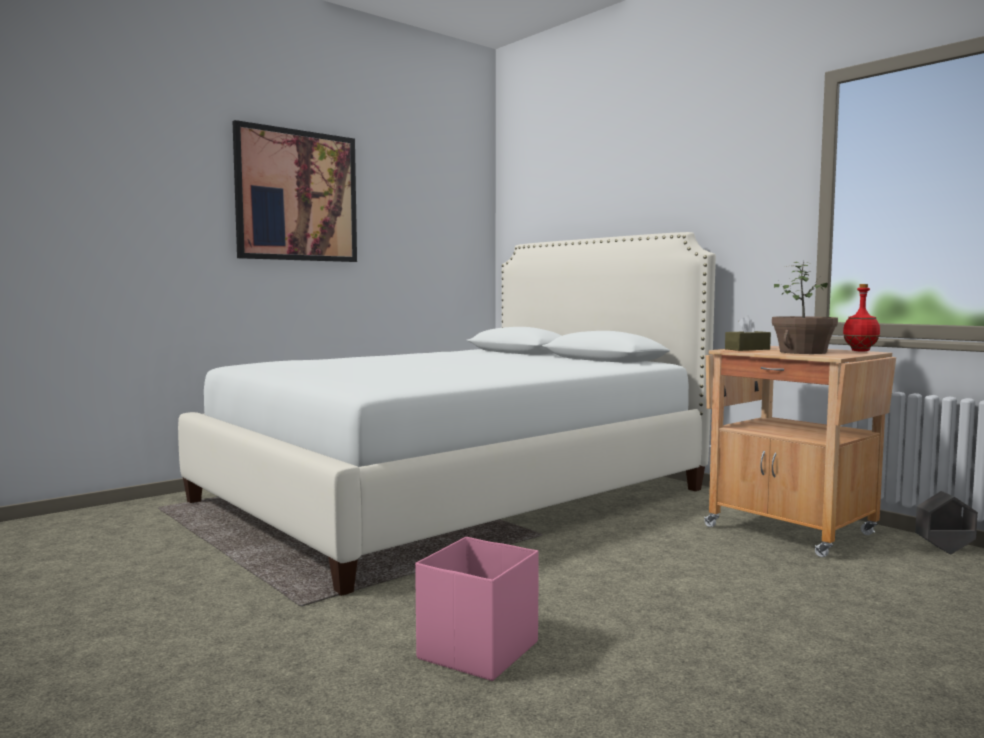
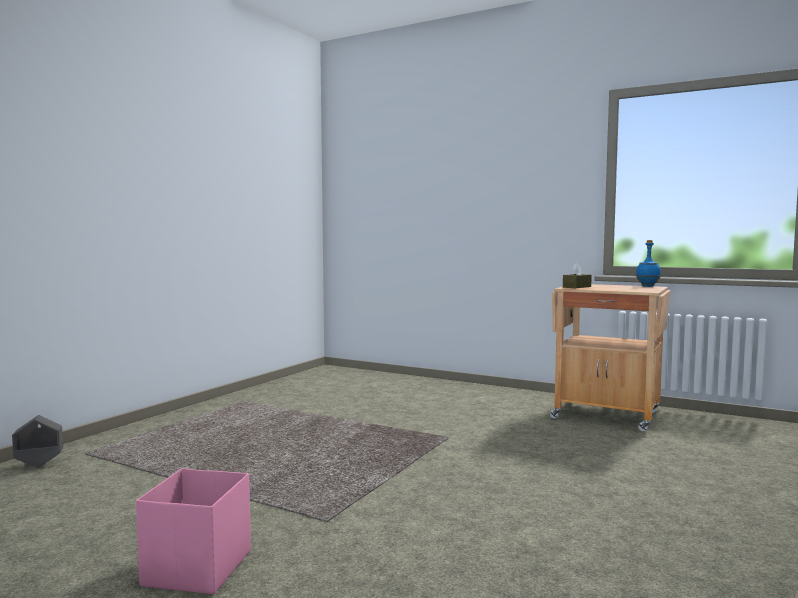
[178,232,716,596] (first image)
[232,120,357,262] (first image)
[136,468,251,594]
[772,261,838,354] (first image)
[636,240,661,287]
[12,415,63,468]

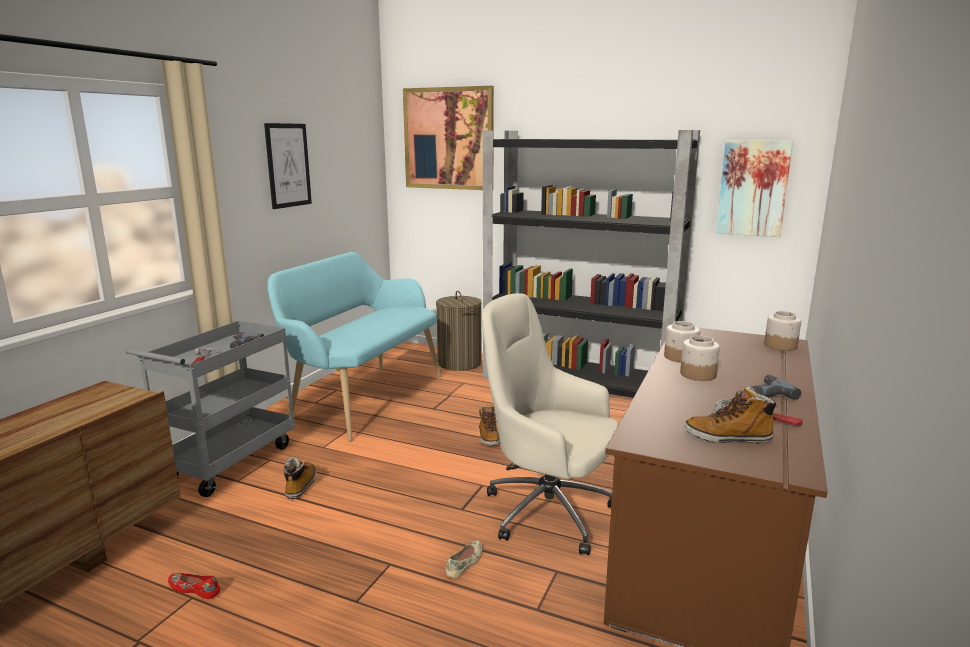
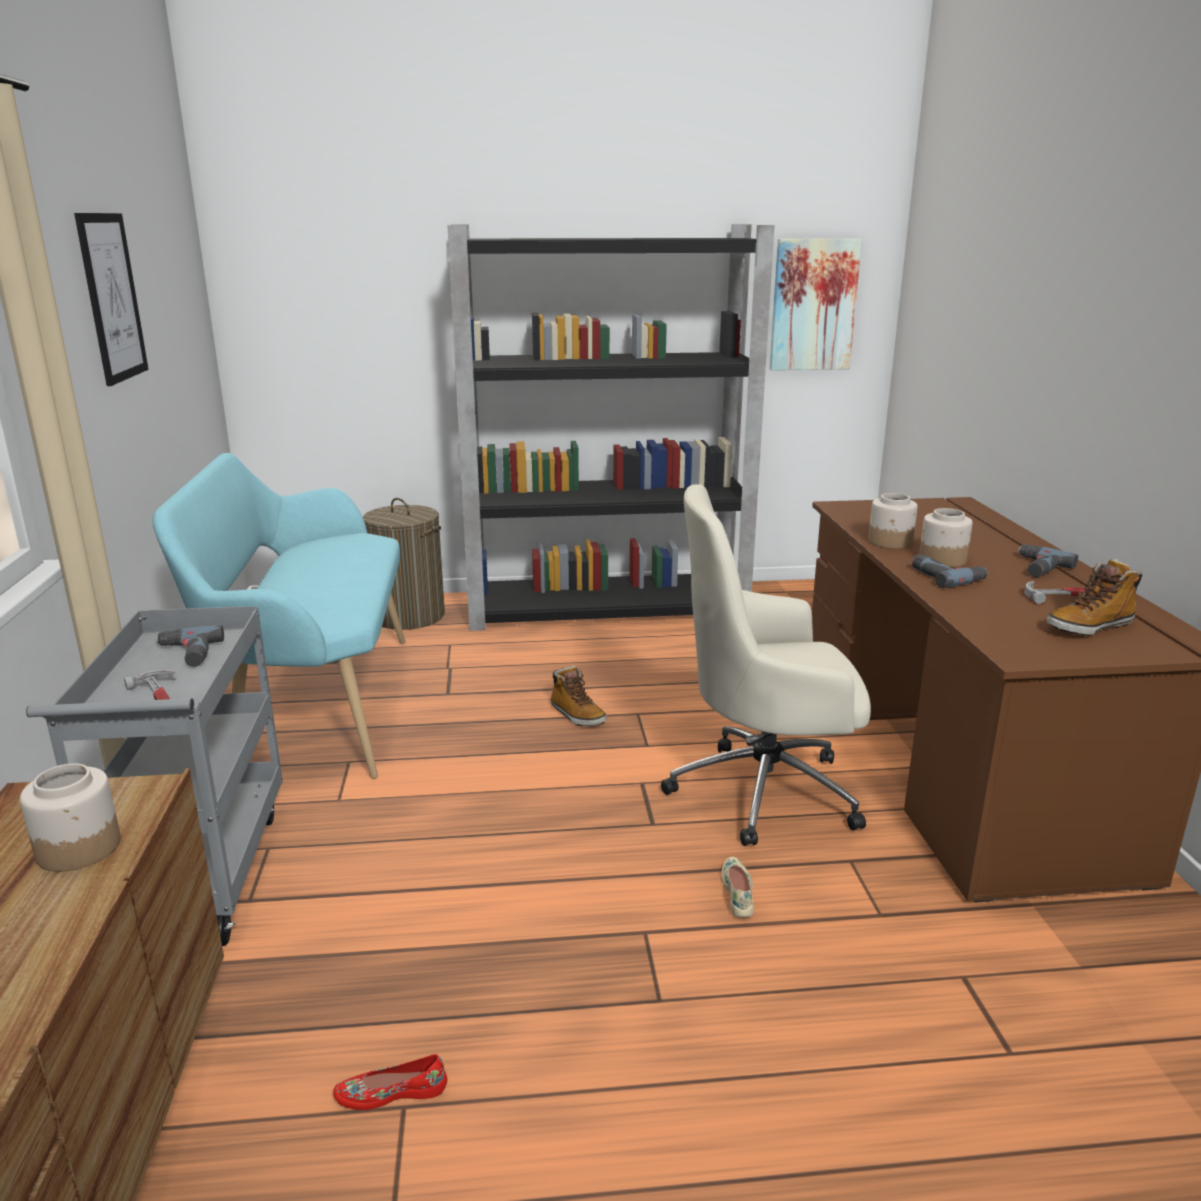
[284,456,317,499] (first image)
[403,86,494,190] (first image)
[20,763,120,872]
[912,554,988,588]

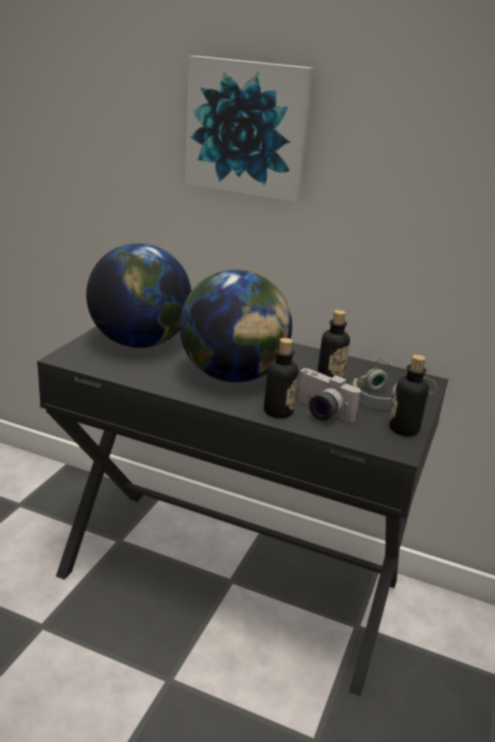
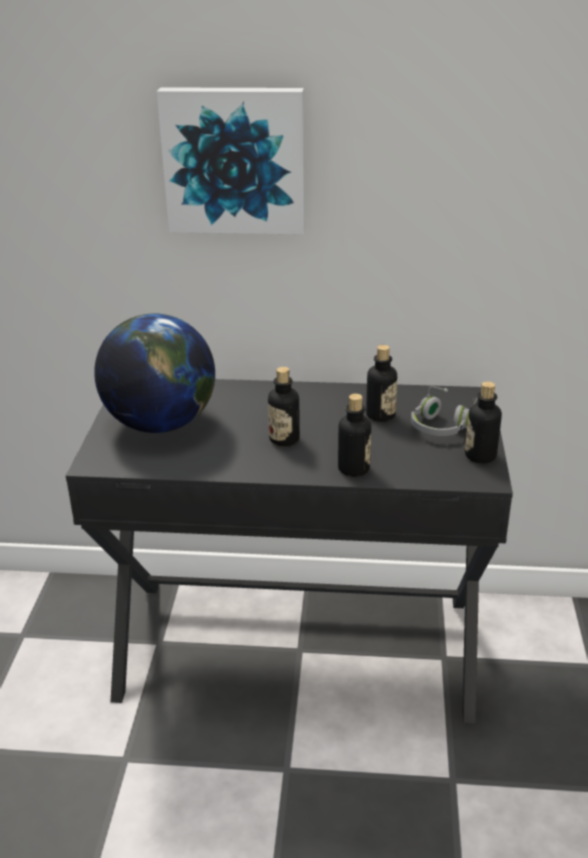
[268,367,300,446]
[297,368,361,422] (first image)

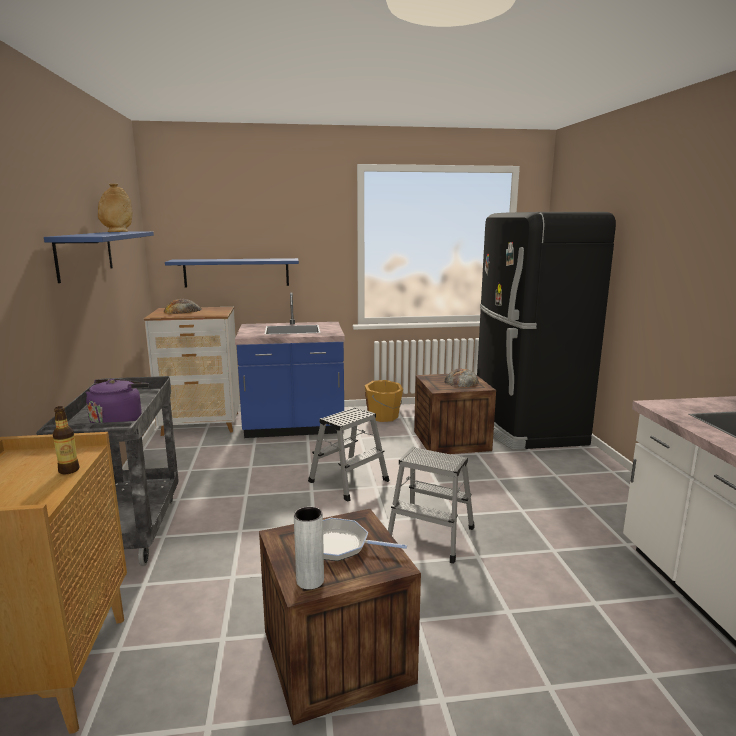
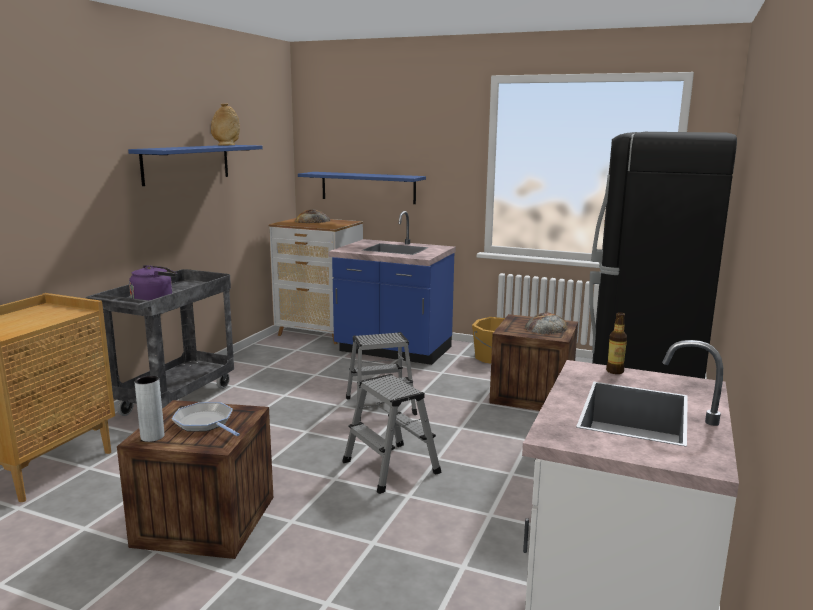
[606,312,627,374]

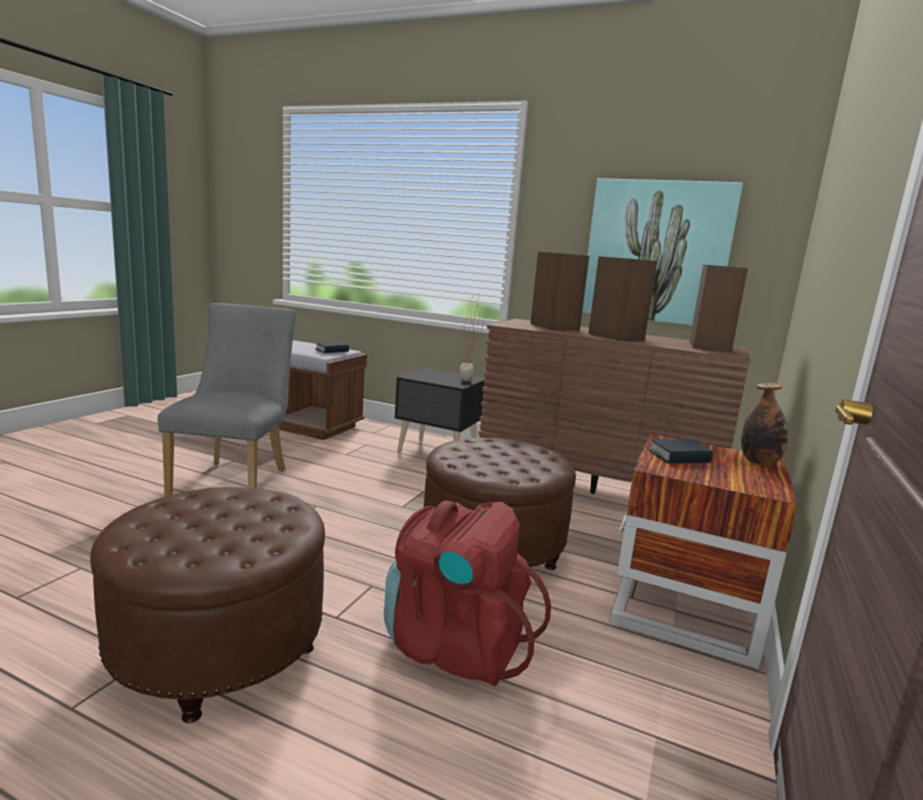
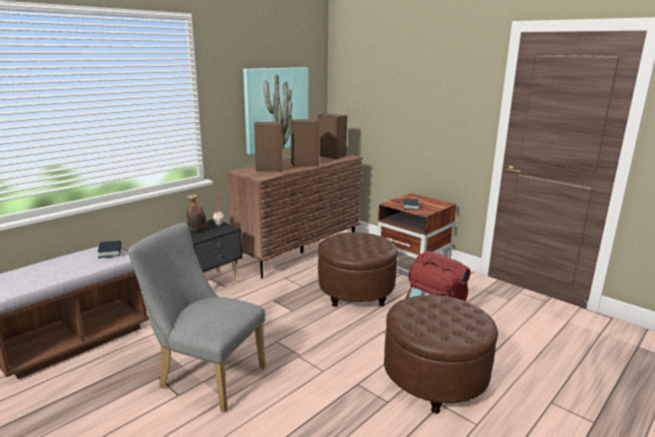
[186,194,206,231]

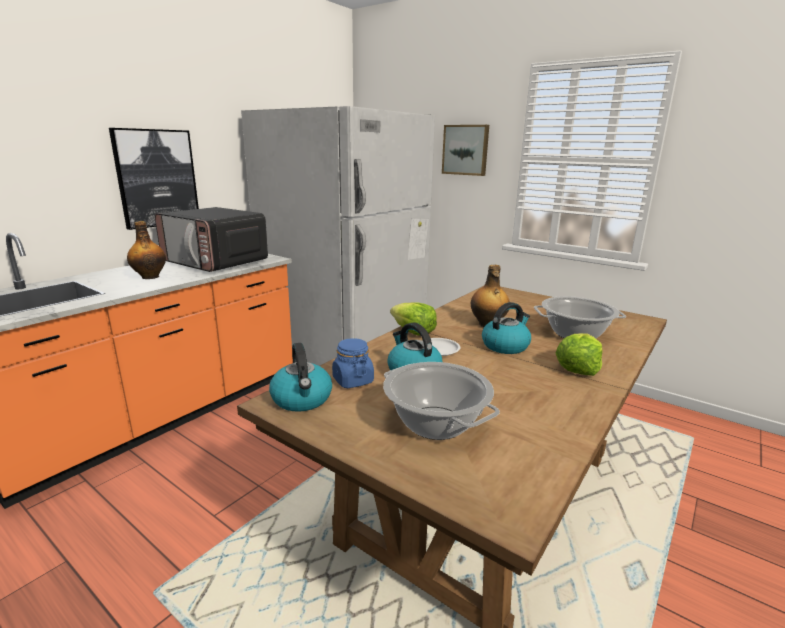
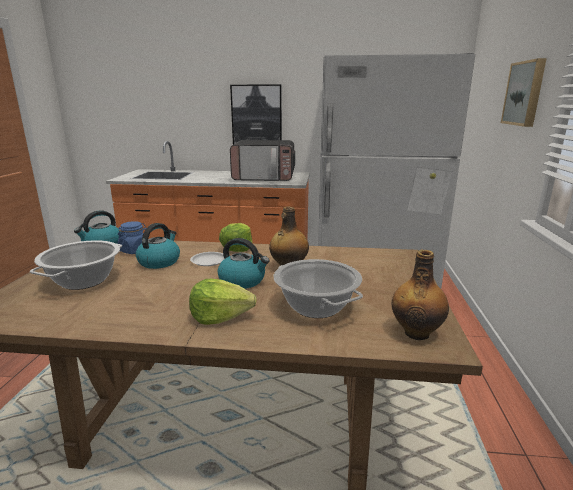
[392,250,449,340]
[230,140,295,181]

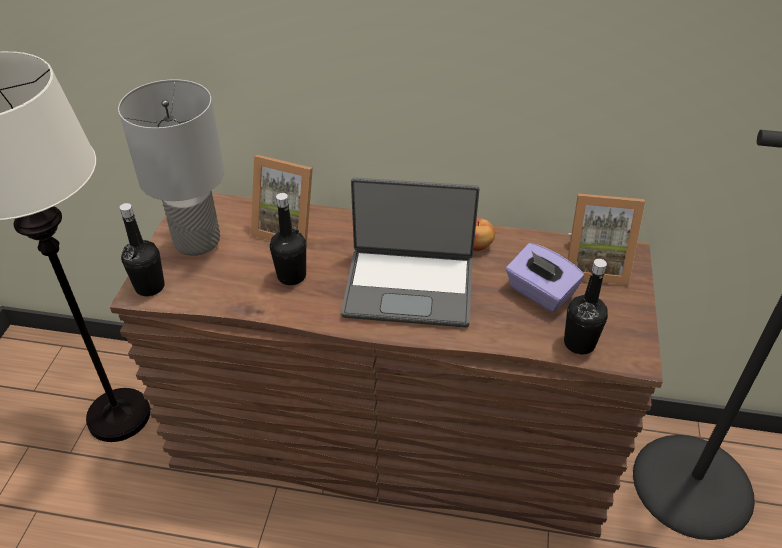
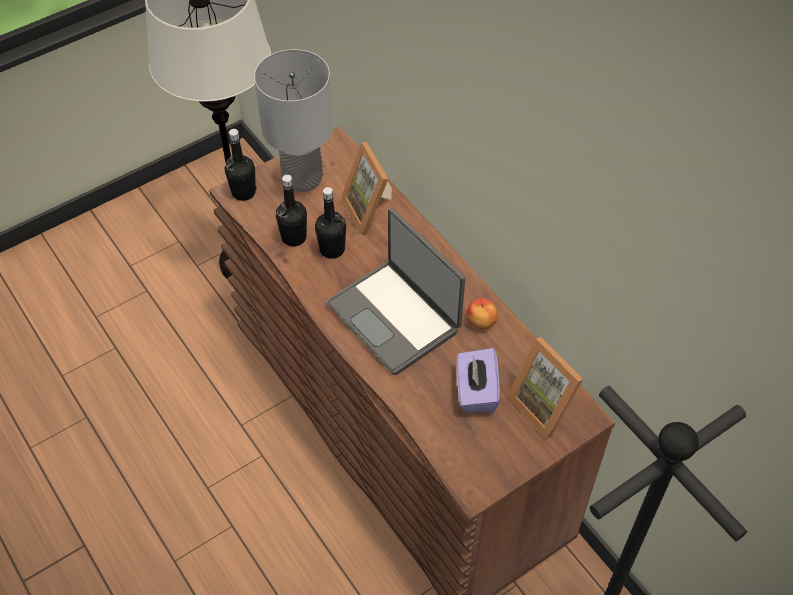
[276,175,307,246]

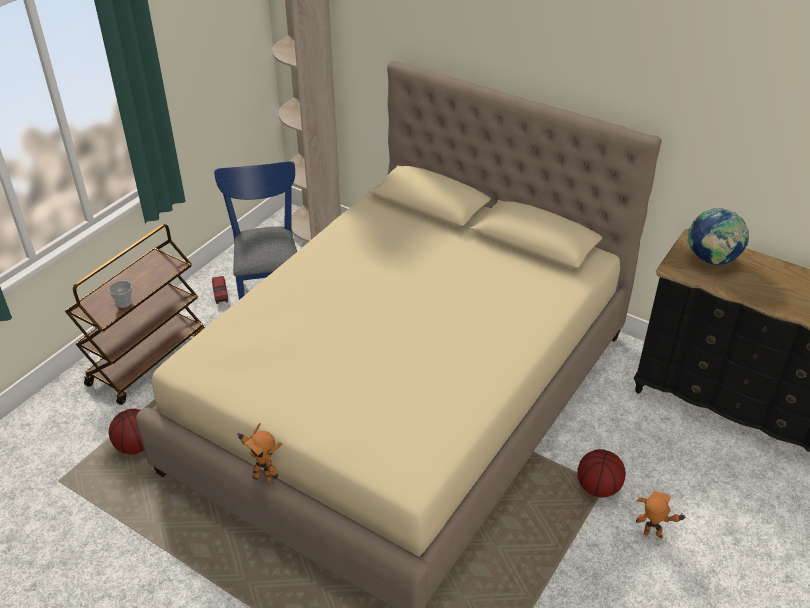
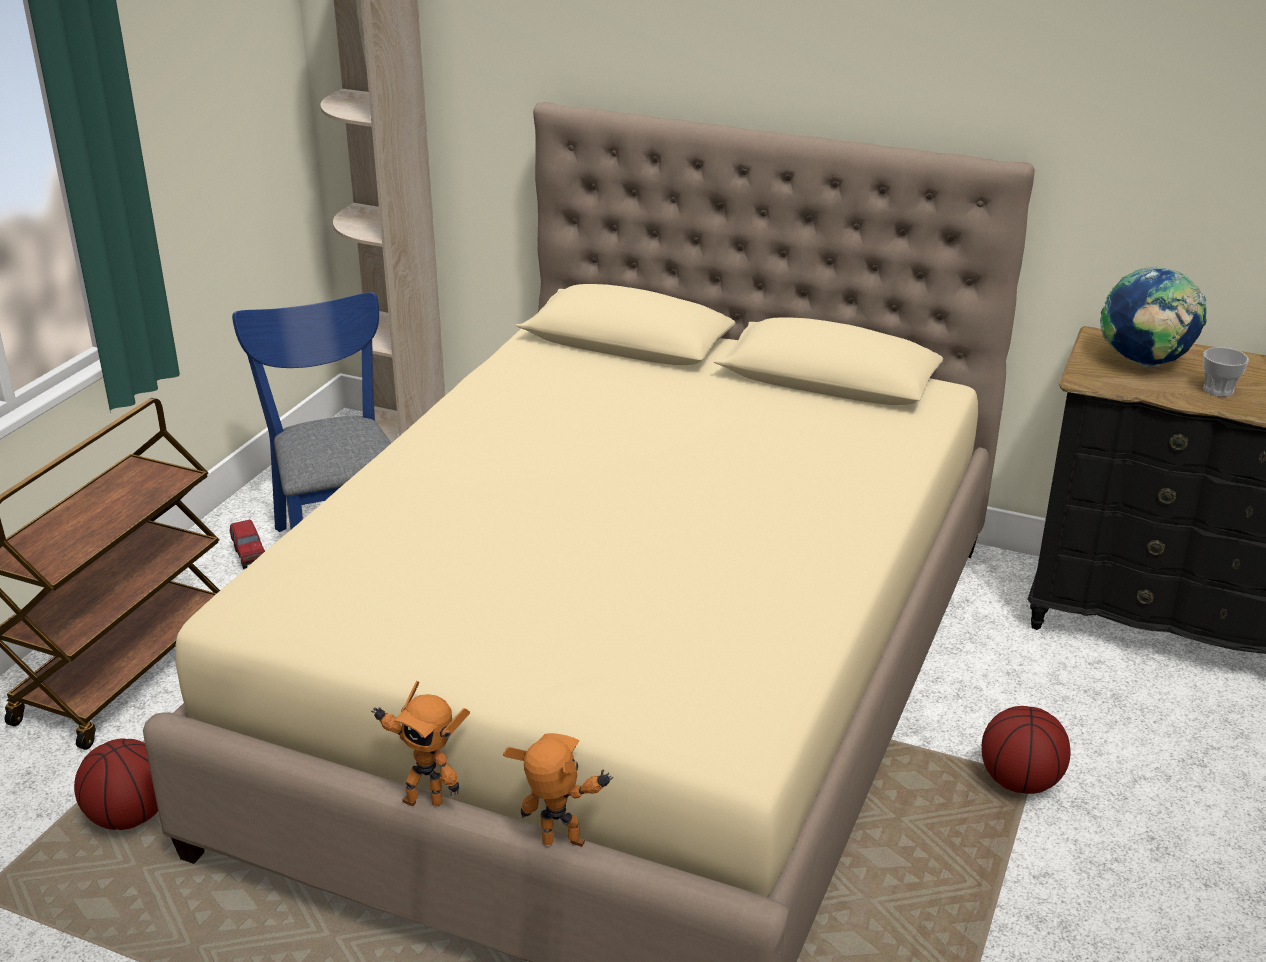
[1203,347,1249,397]
[503,733,613,847]

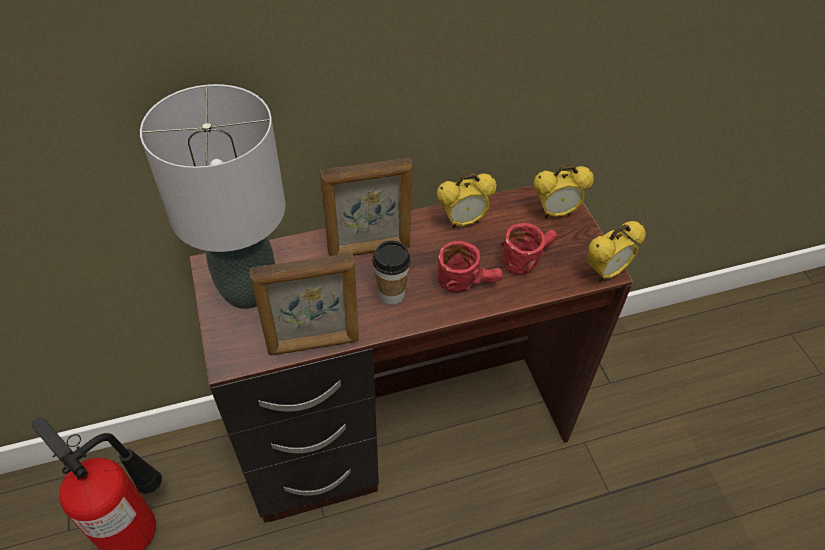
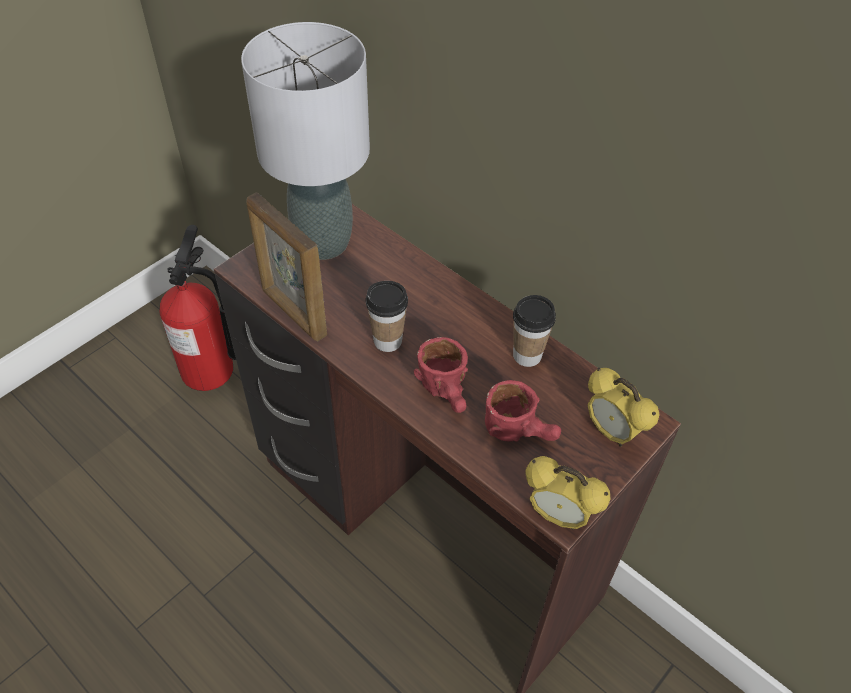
[320,158,412,256] (first image)
[513,295,556,367]

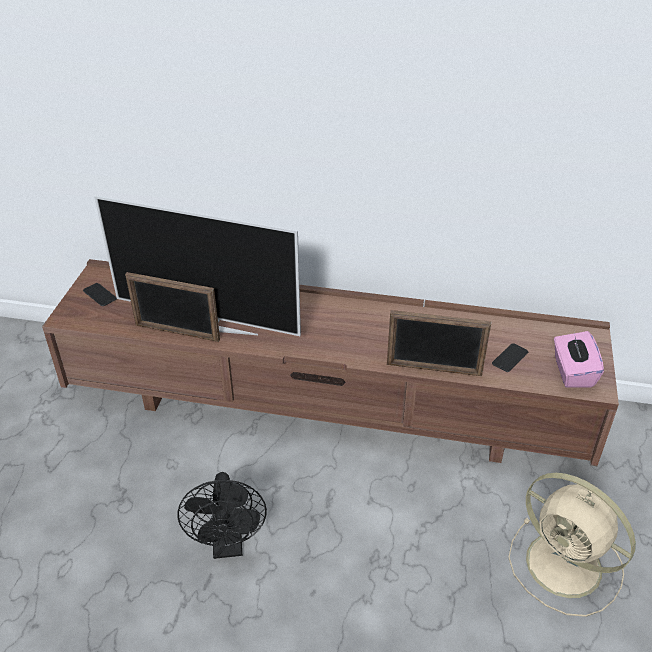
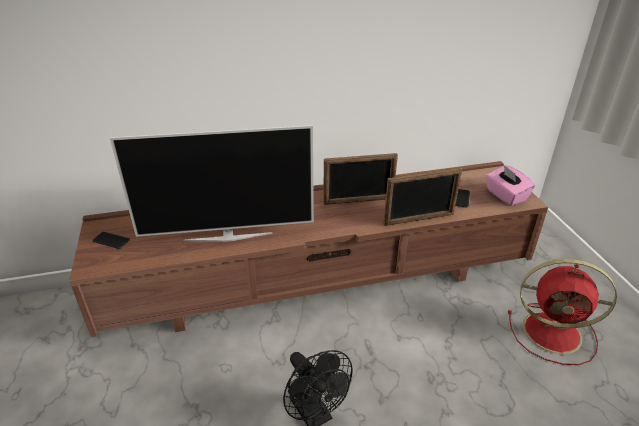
[323,153,398,205]
[508,259,617,365]

